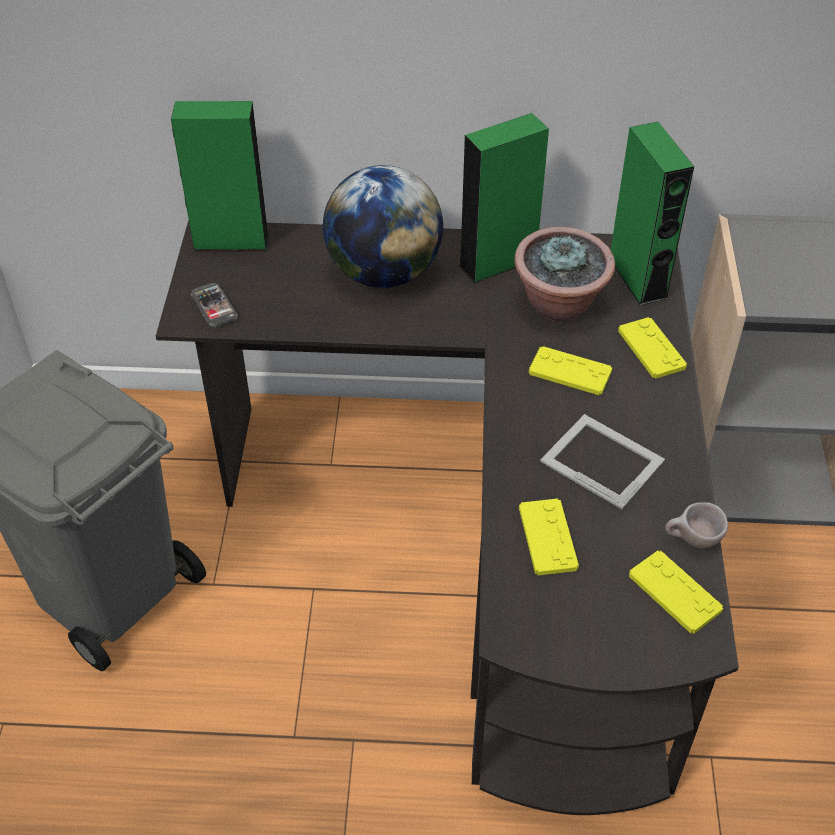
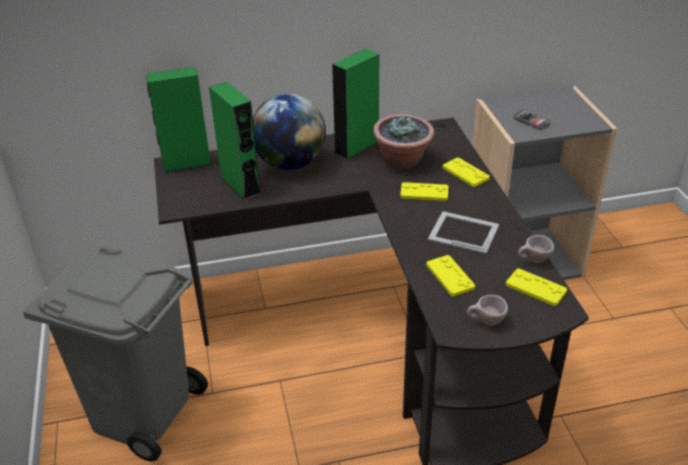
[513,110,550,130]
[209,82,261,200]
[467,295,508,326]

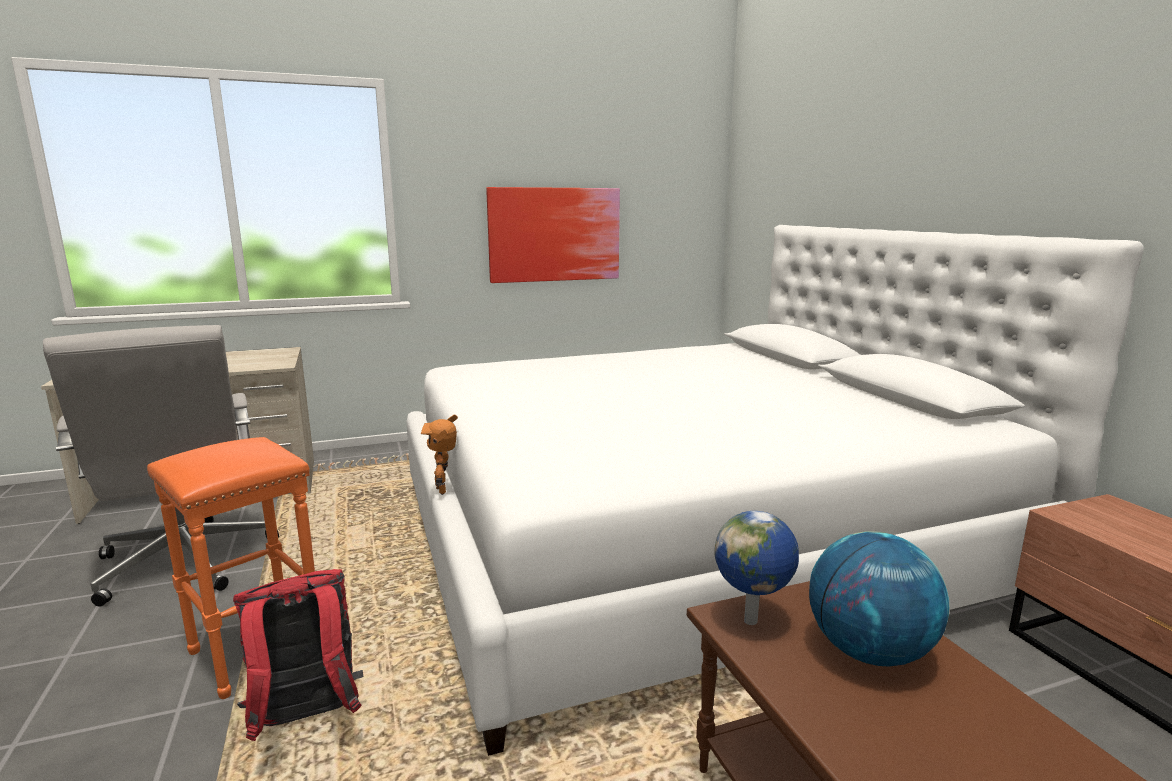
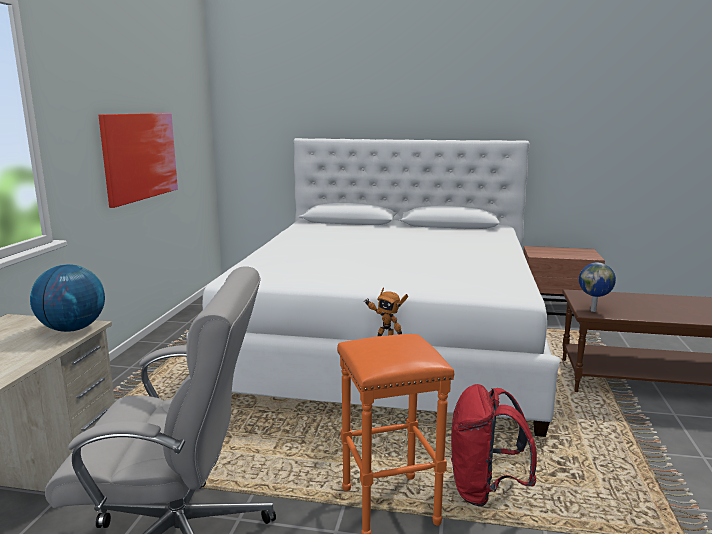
[30,264,105,332]

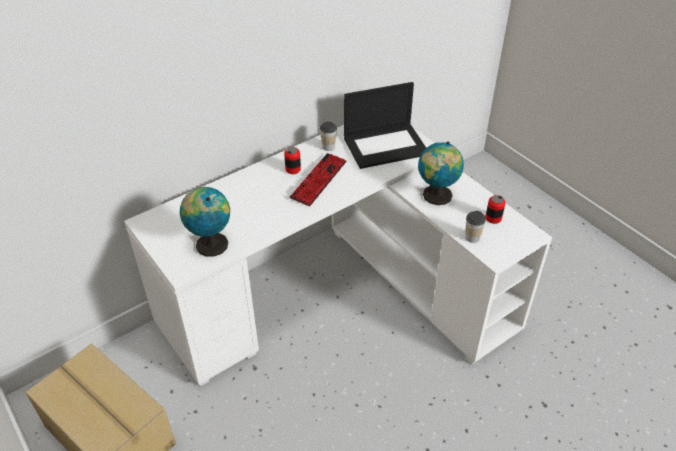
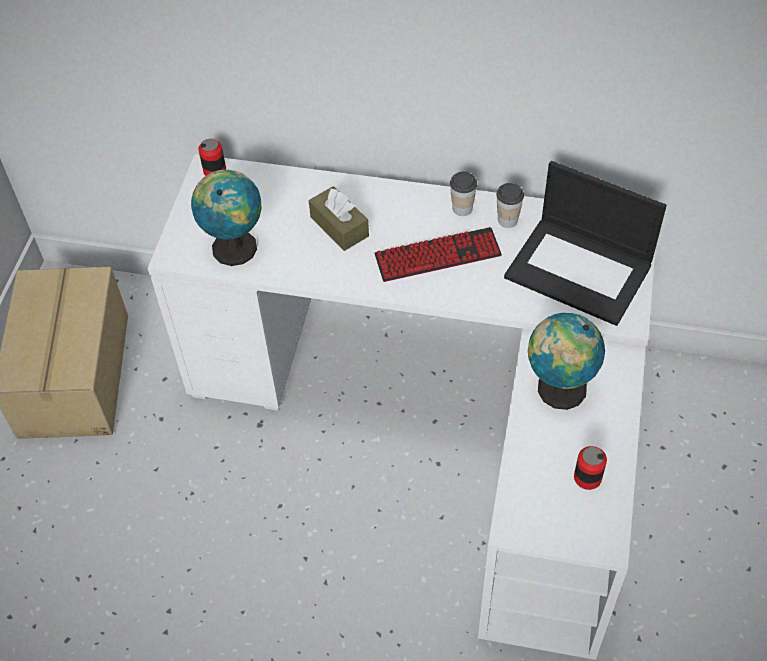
[198,139,226,176]
[450,171,477,216]
[309,186,369,251]

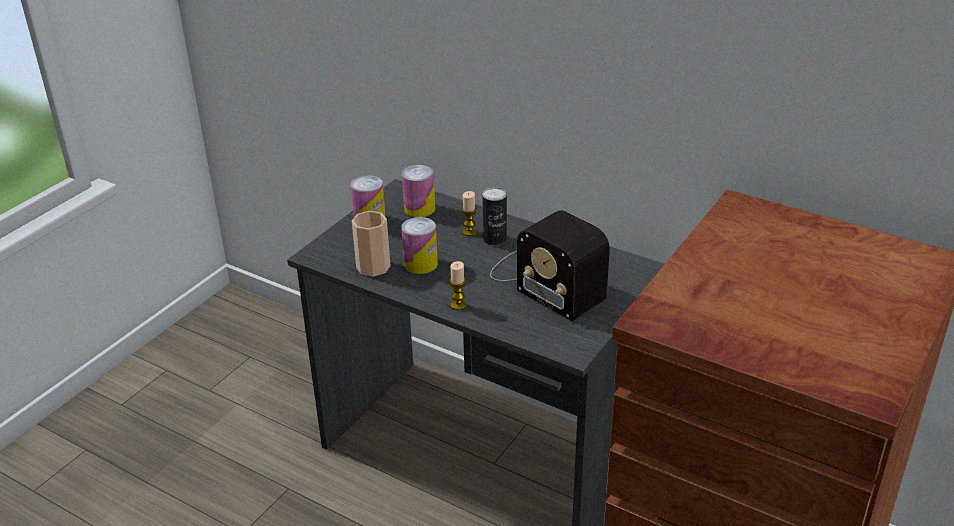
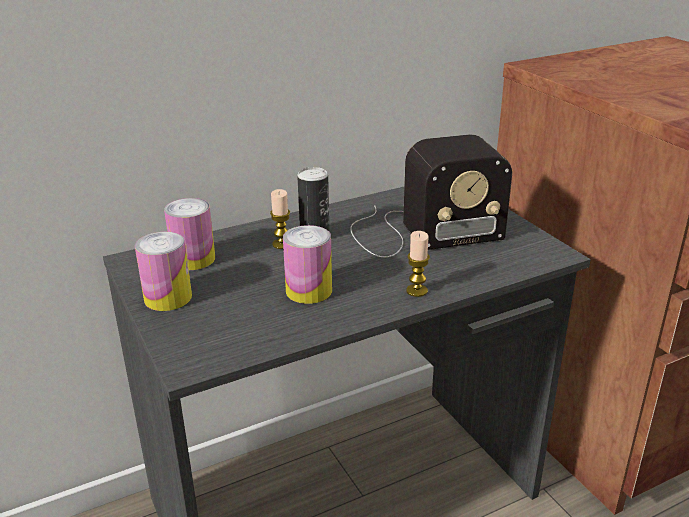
[352,211,391,277] (first image)

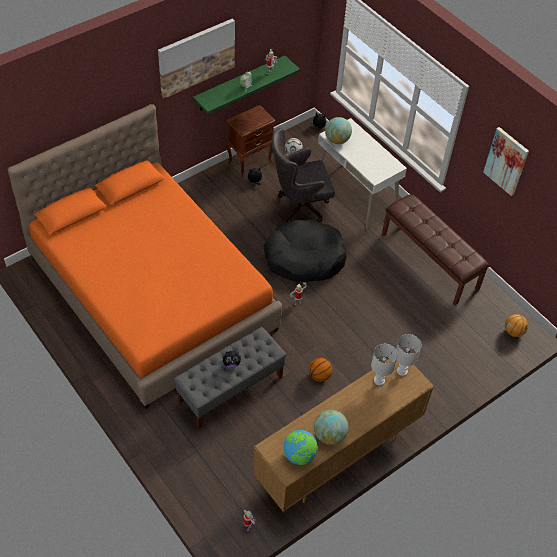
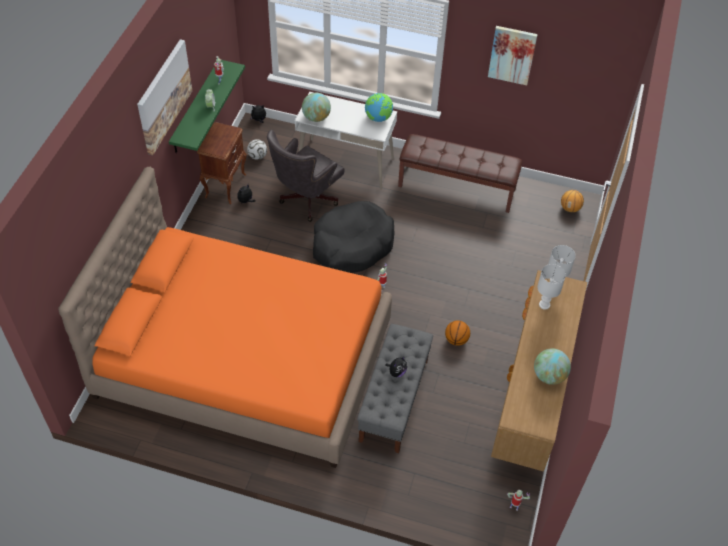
[365,93,393,122]

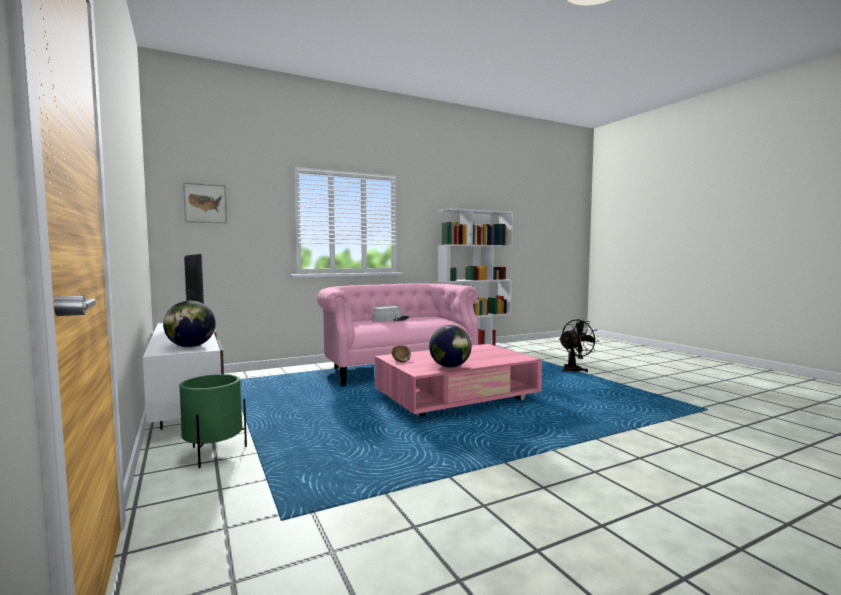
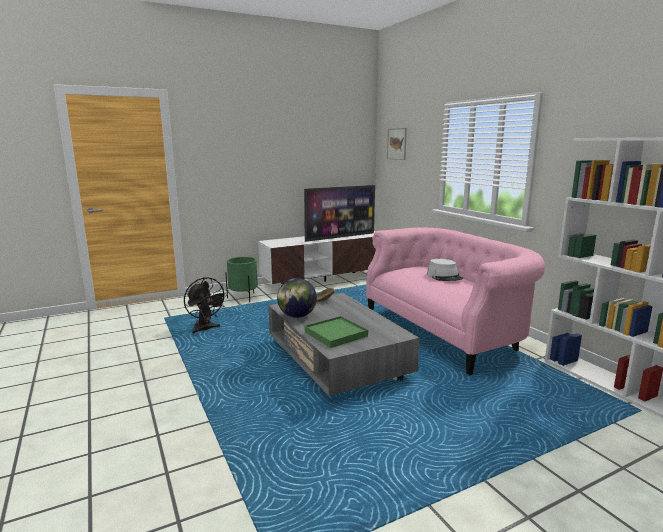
[163,301,216,347] (first image)
[268,293,419,396]
[184,277,228,334]
[305,316,368,348]

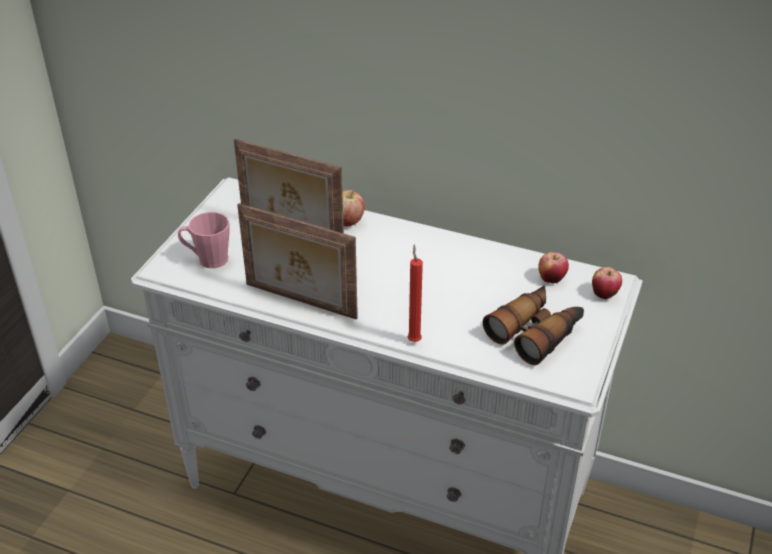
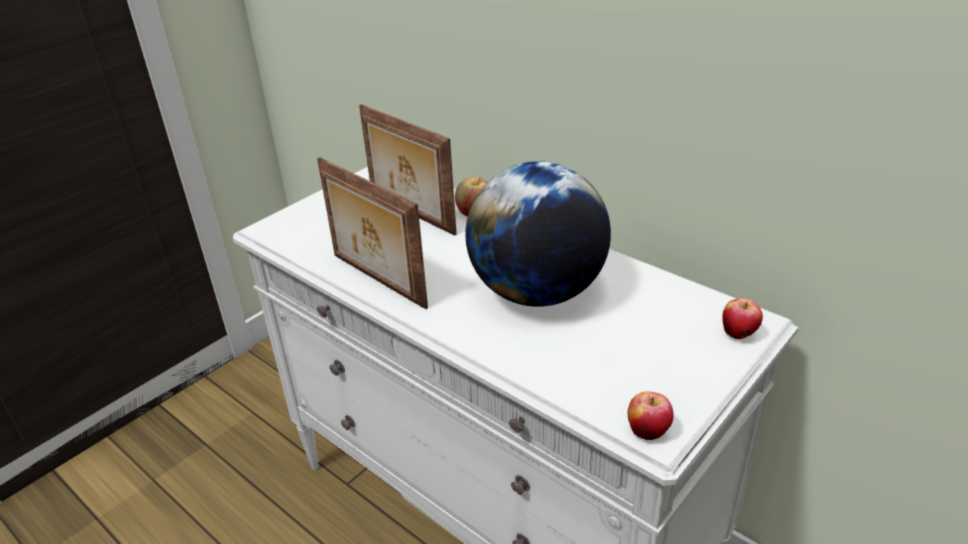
[178,212,230,268] (first image)
[407,245,423,342] (first image)
[482,286,584,365] (first image)
[627,391,674,440]
[466,161,611,307]

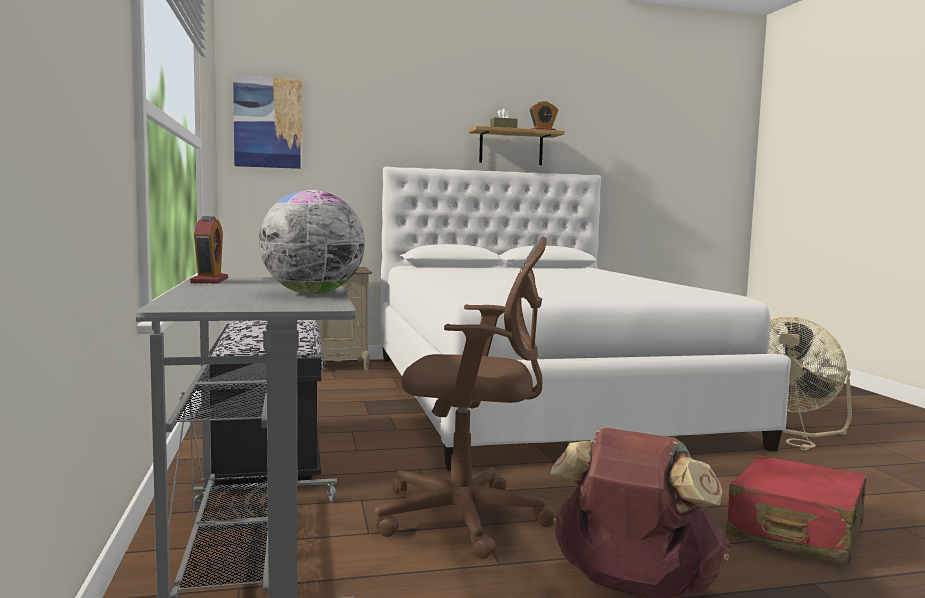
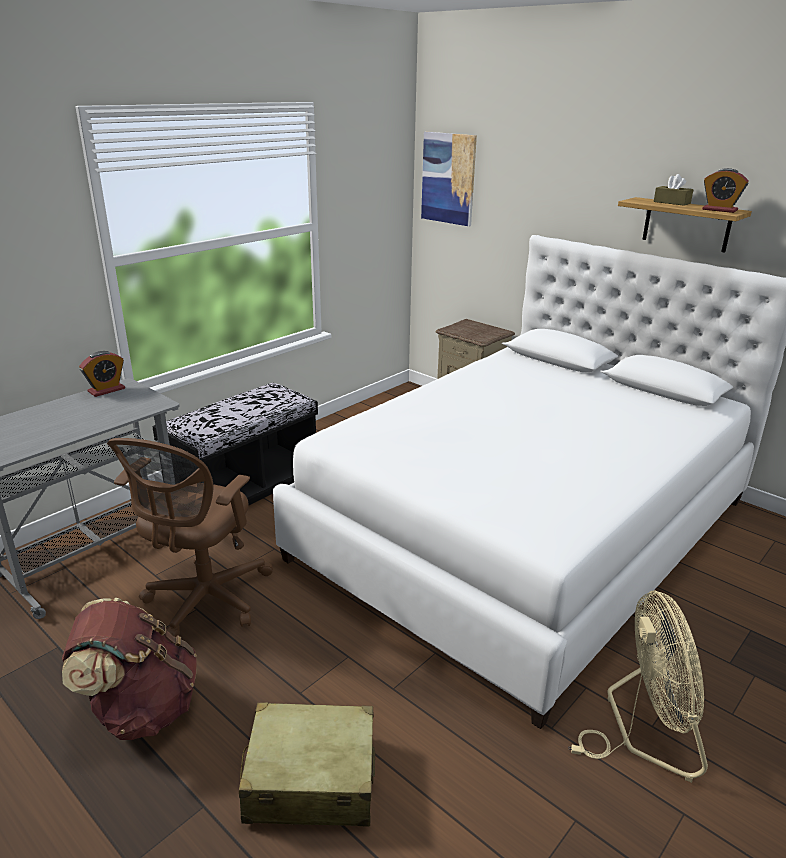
[259,190,365,294] (first image)
[107,438,273,637]
[239,702,375,826]

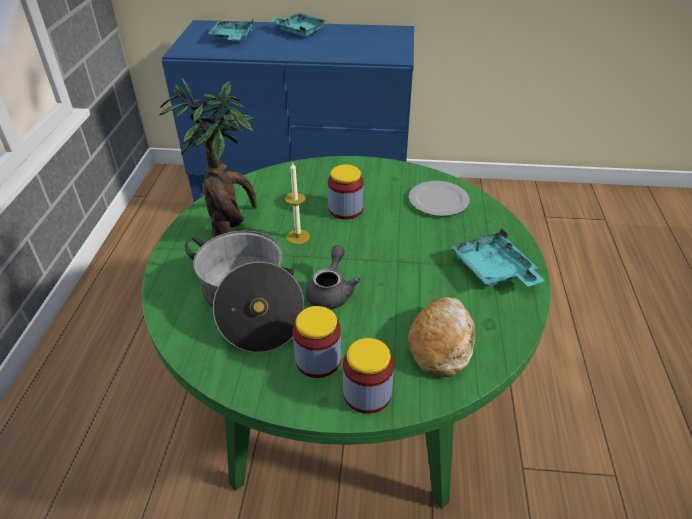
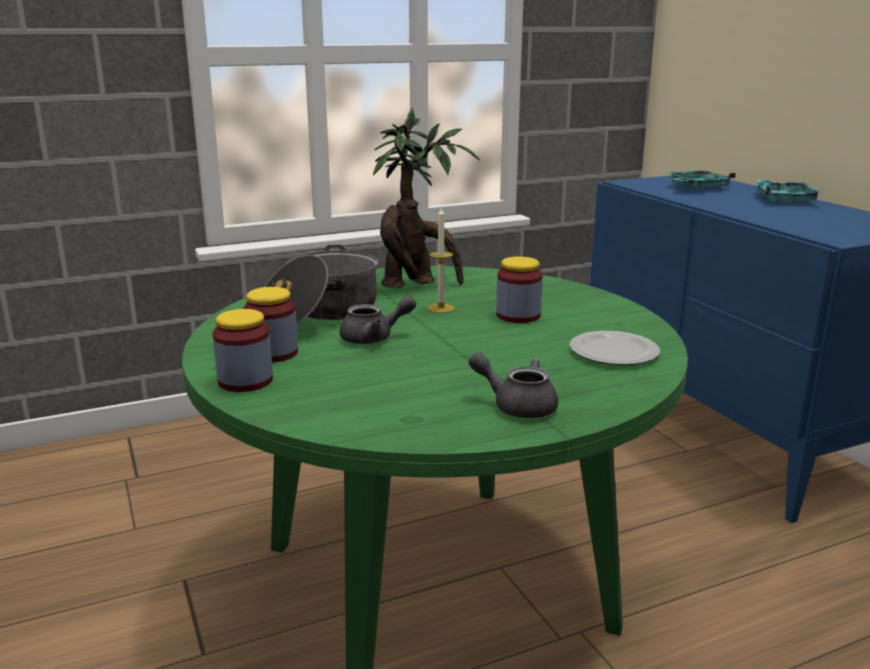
[408,297,475,377] (first image)
[469,352,558,418]

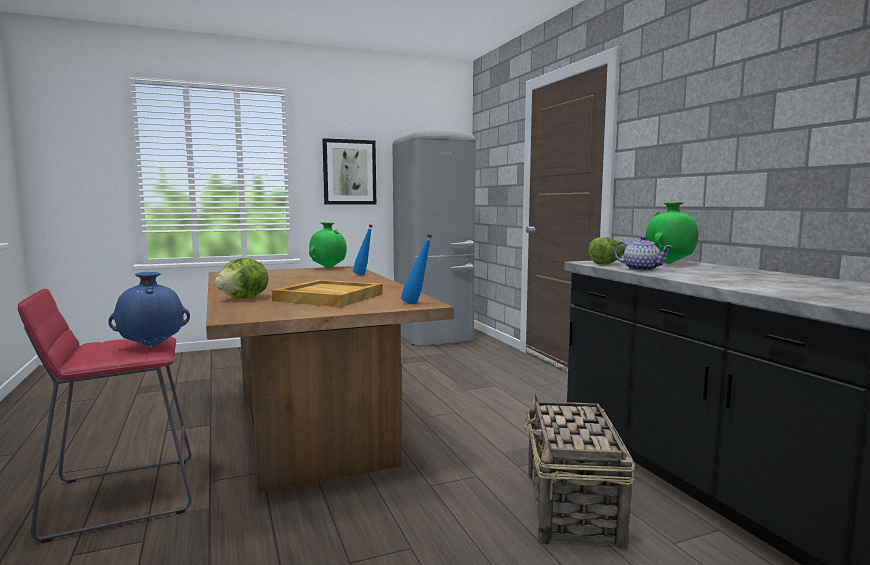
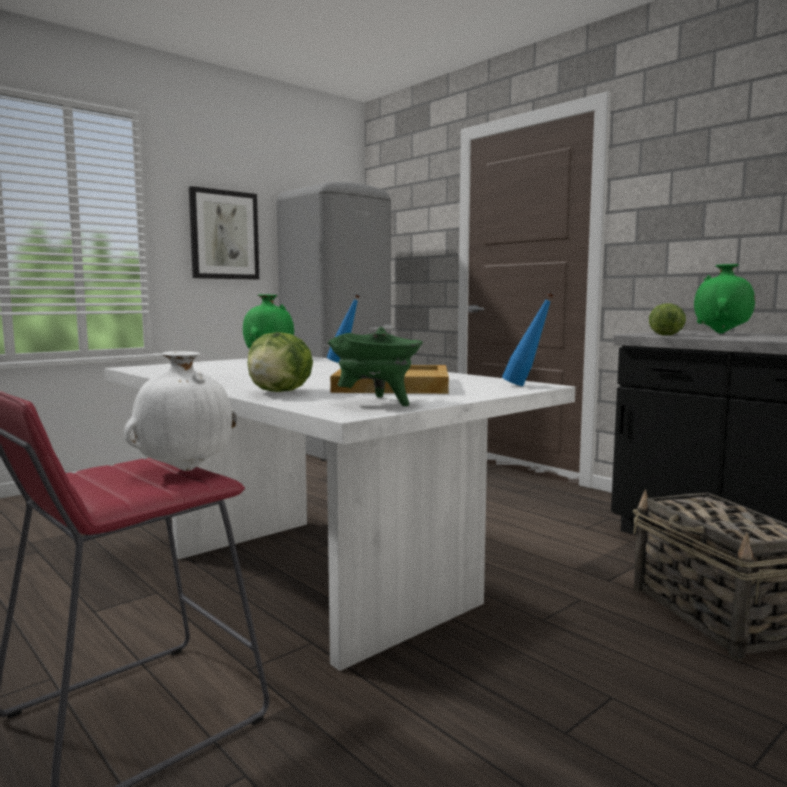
[124,351,238,471]
[104,357,575,671]
[614,236,673,271] (first image)
[327,327,423,406]

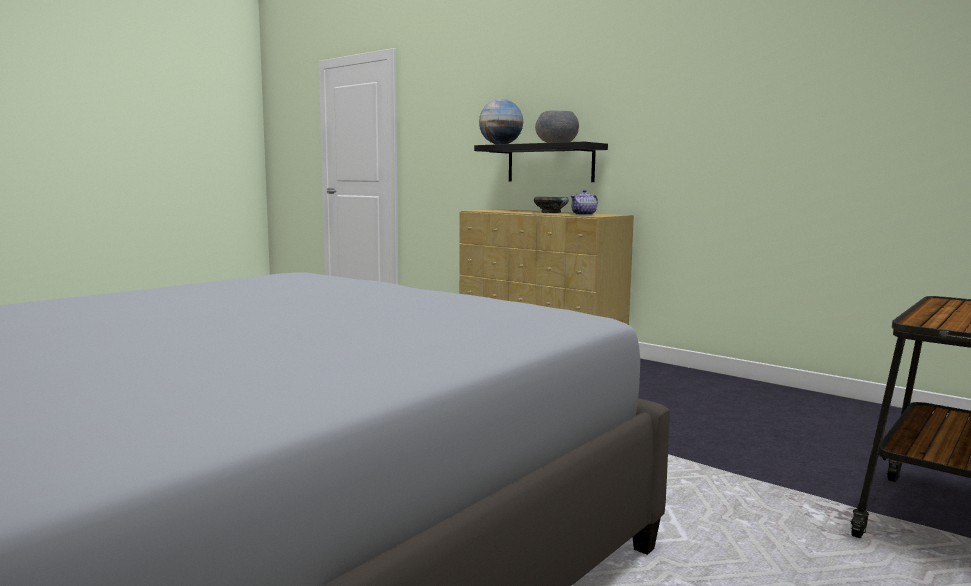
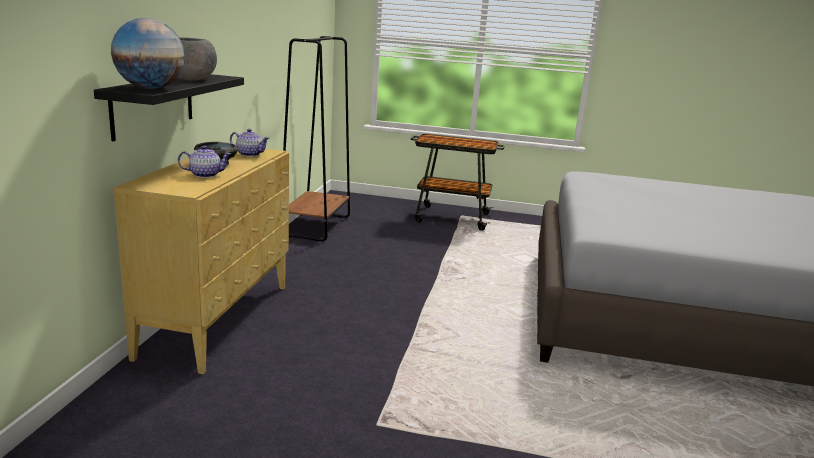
[178,146,231,178]
[283,36,350,241]

